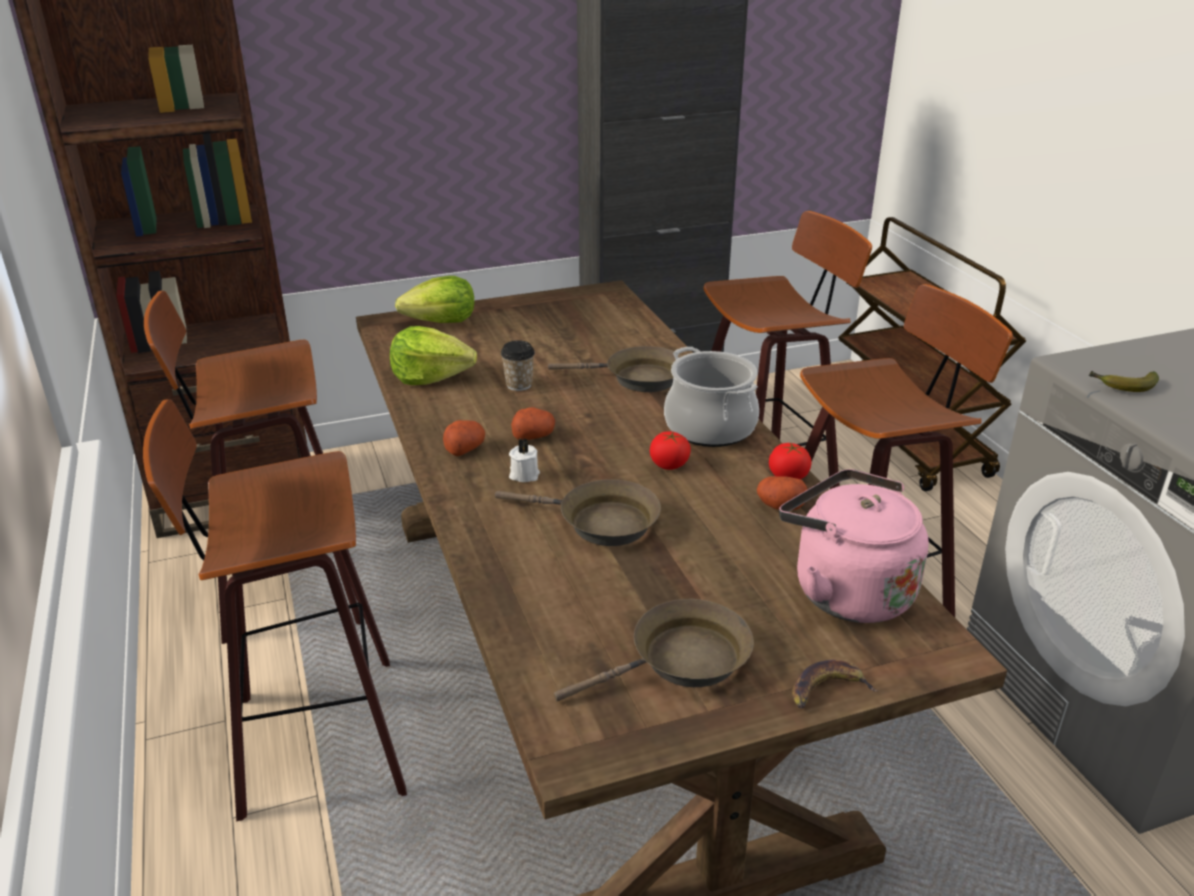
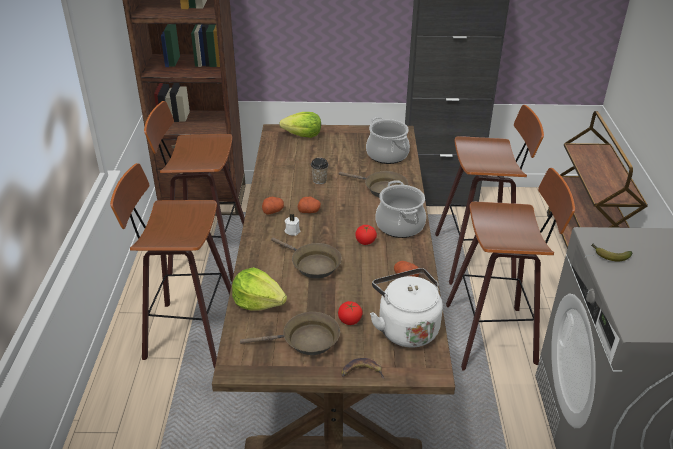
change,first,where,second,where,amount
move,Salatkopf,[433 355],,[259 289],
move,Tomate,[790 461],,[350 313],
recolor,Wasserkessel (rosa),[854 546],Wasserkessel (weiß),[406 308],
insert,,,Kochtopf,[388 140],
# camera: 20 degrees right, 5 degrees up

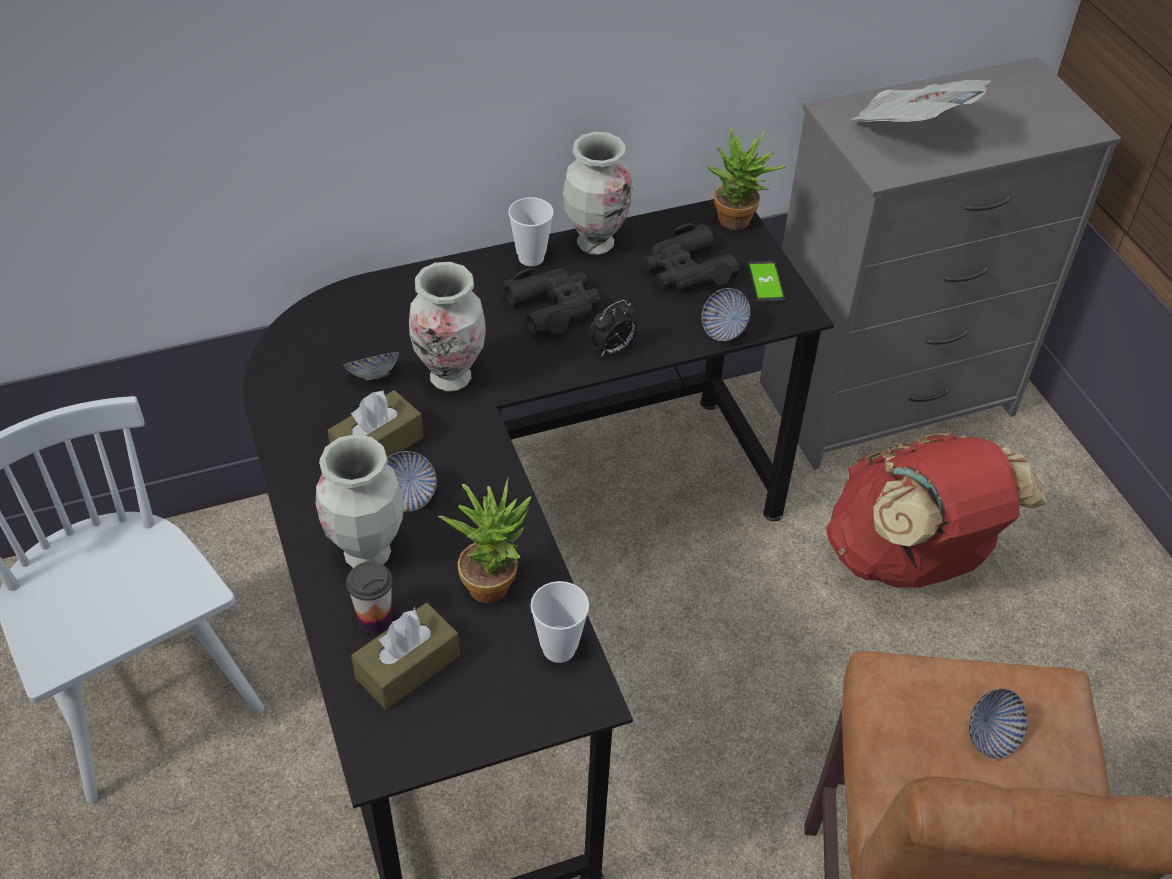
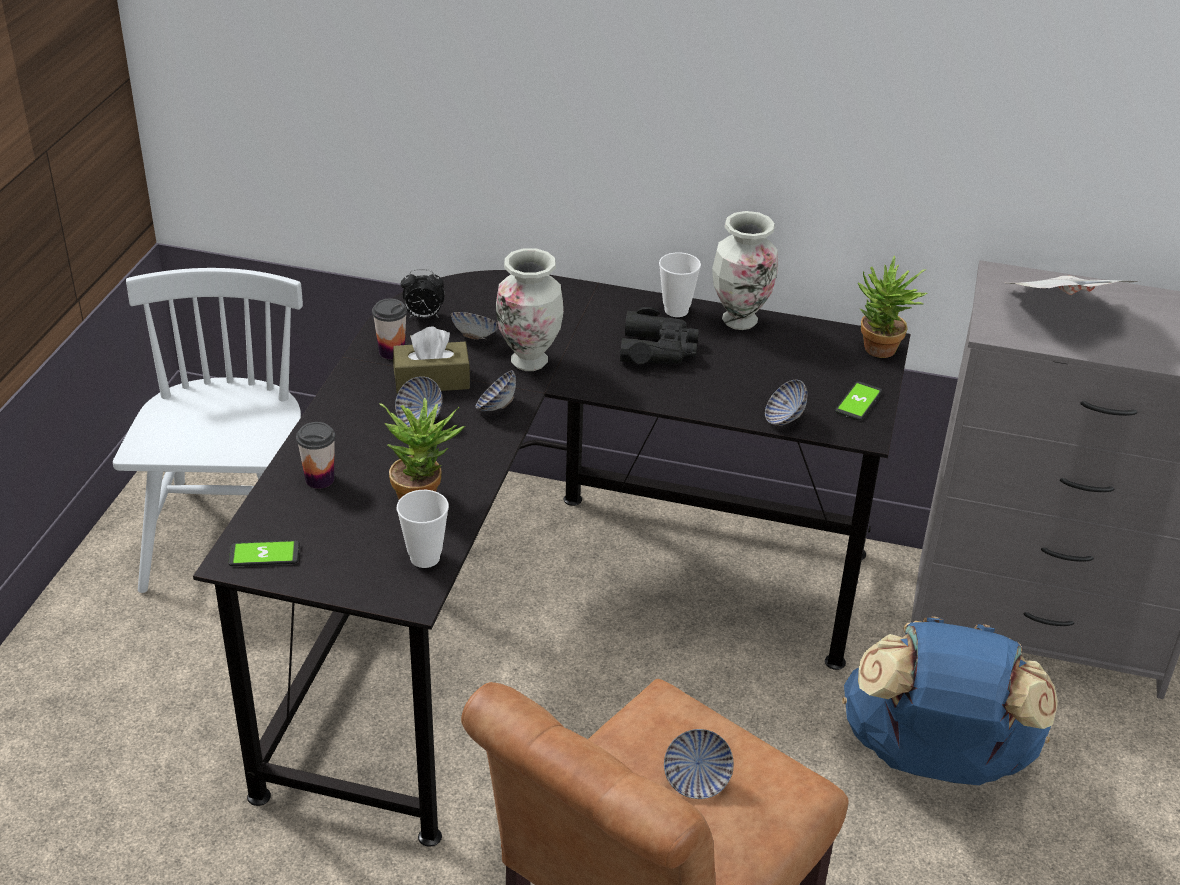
change,first,where,second,where,amount
delete,Fernglas (schwarz),[691 257],,,
move,Wecker,[613 328],,[422 294],
recolor,Rucksack (rot),[936 510],Rucksack (blau),[950 701],
delete,Vase,[360 501],,,
delete,Taschentuchbox (braun),[405 656],,,
insert,,,Tasse,[389 328],
insert,,,Schüssel,[496 390],
insert,,,Handy,[264 553],
# camera: 35 degrees right, 10 degrees down

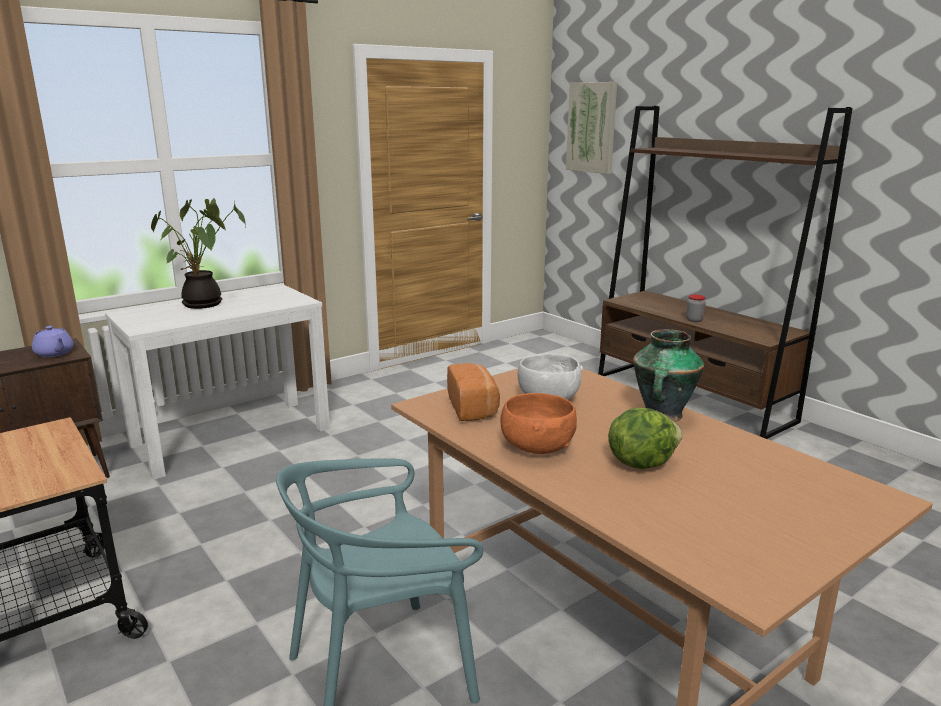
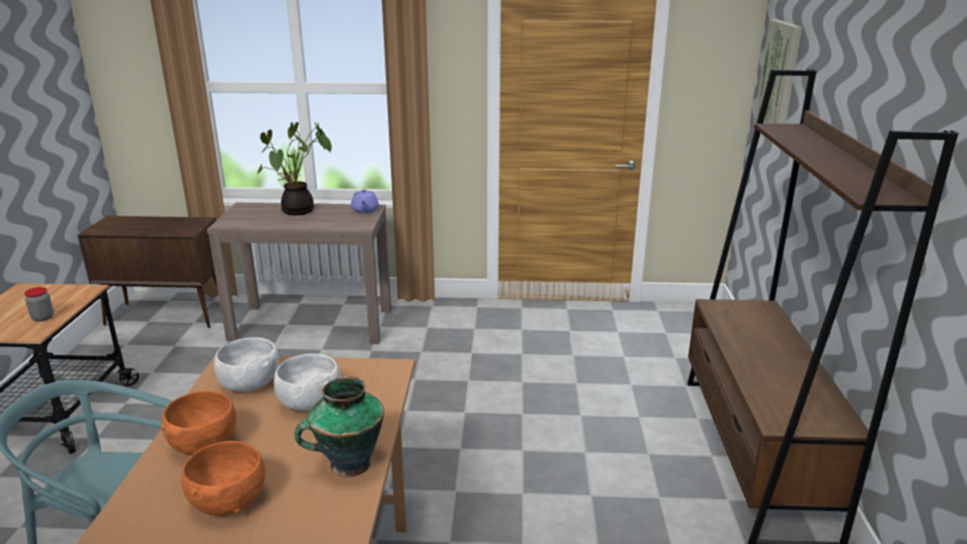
change,first,where,second,where,amount
recolor,Konsolentisch (weiß),[217 382],Konsolentisch (braun),[299 273],
move,Vorratsglas,[696 308],,[39 304],
move,Teekanne (lila),[53 341],,[365 201],
replace,Brot,[473 392],Schüssel (weiß),[246 364],
replace,Salatkopf,[645 438],Schüssel (orange),[223 478],
# camera: 40 degrees right, 5 degrees up

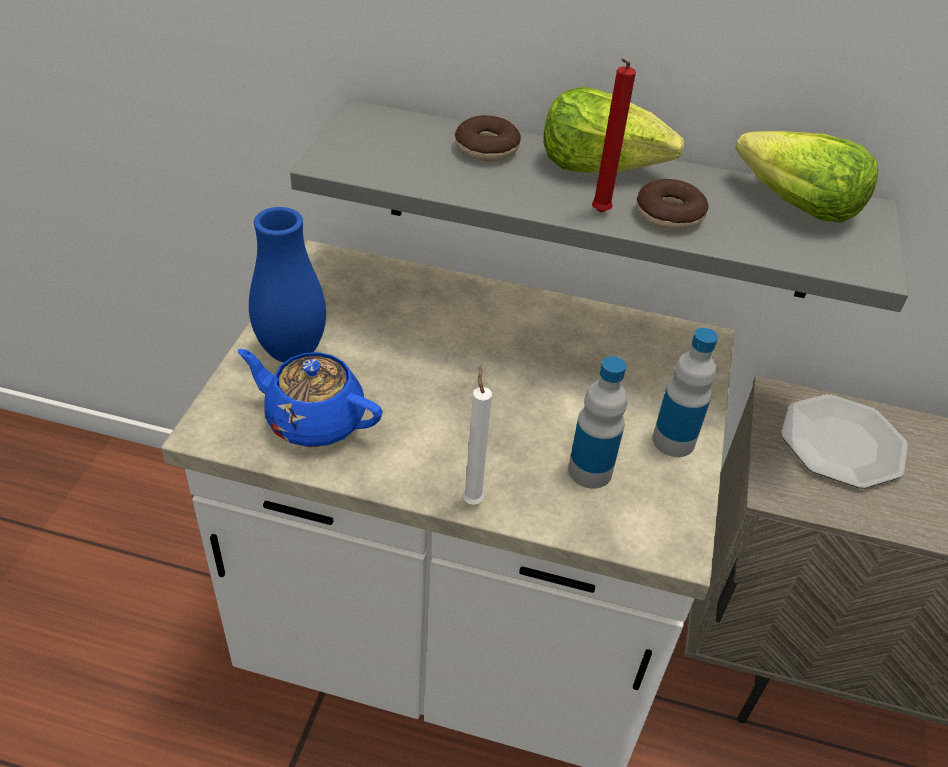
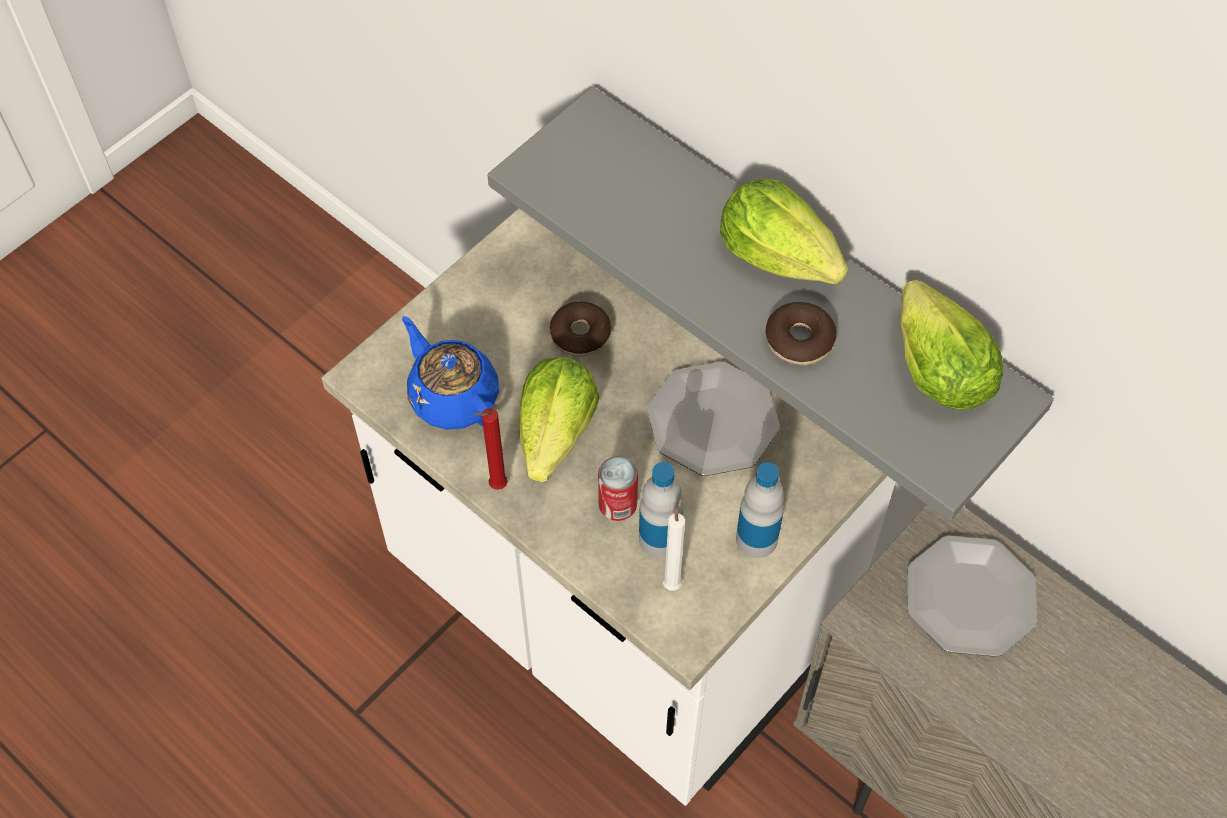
change,first,where,second,where,amount
move,Kerze (rot),[614 135],,[490 449],
move,Donut,[488 138],,[580 329],
delete,Vase (blau),[287 284],,,
move,Kerze (weiß),[477 435],,[674 544],
insert,,,Salatkopf,[559 419],
insert,,,Teller,[713 419],
insert,,,Dose,[618 488],
# camera: 30 degrees right, 15 degrees up

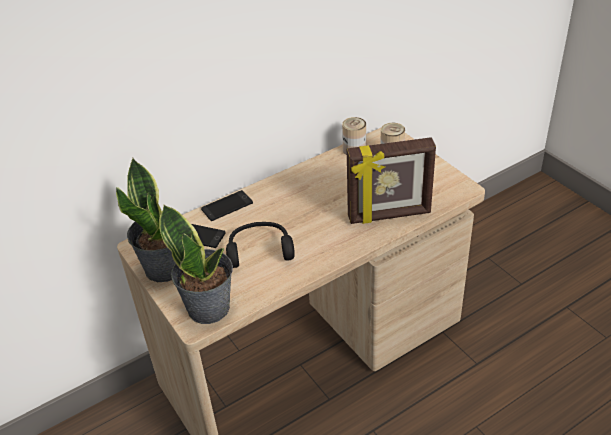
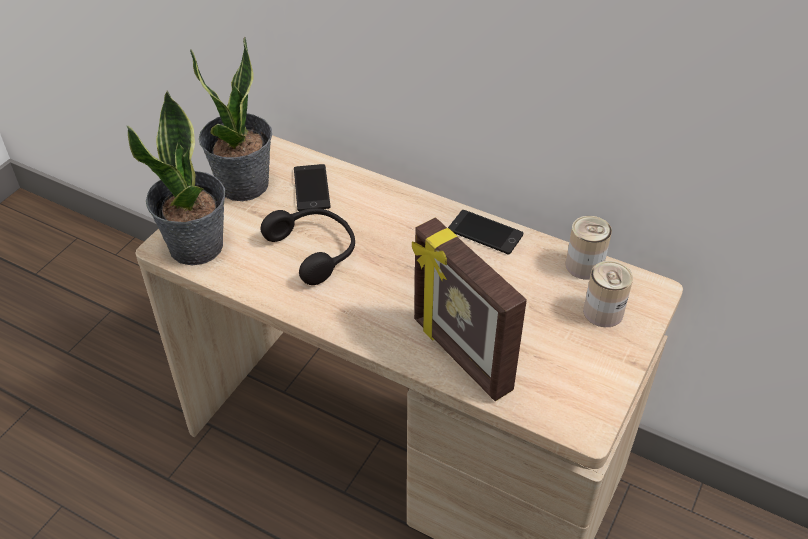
change,first,where,second,where,amount
move,Handy,[227 205],,[485 232],
# camera: 60 degrees right, 5 degrees up

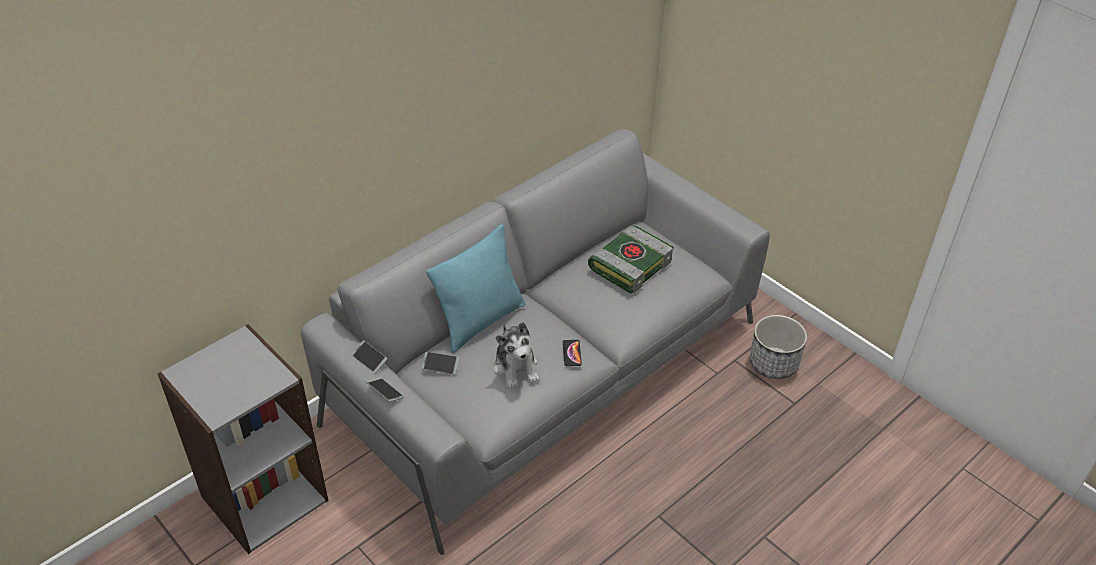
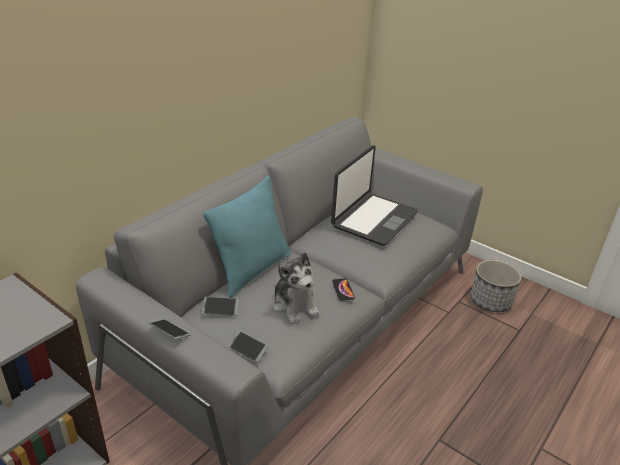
change,first,where,second,where,amount
replace,Buch,[631 259],Laptop,[374 195],
move,Handy,[369 356],,[248 346],
# camera: 10 degrees left, 10 degrees down

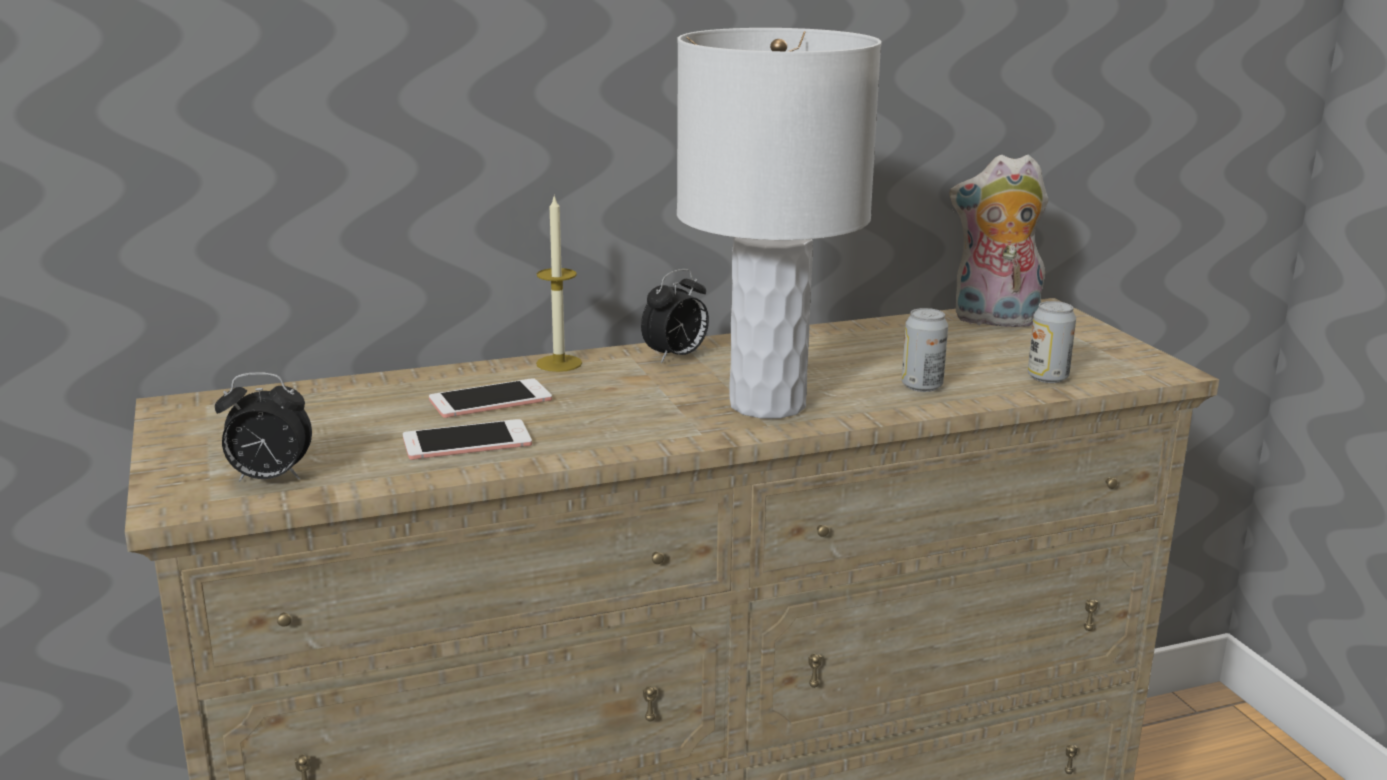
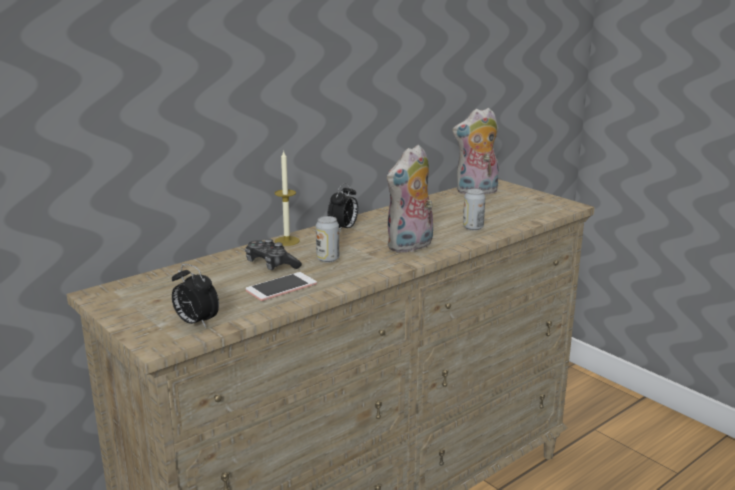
change,first,where,second,where,amount
replace,Tischlampe (weiß),[779 223],Plüschtier,[410 199],
move,Dose,[1052 342],,[327 239],
rotate,Wecker,[263 426],,[195 296],60 degrees clockwise
replace,Handy,[490 398],Gamepad,[273 254],
# camera: 20 degrees left, 0 degrees up

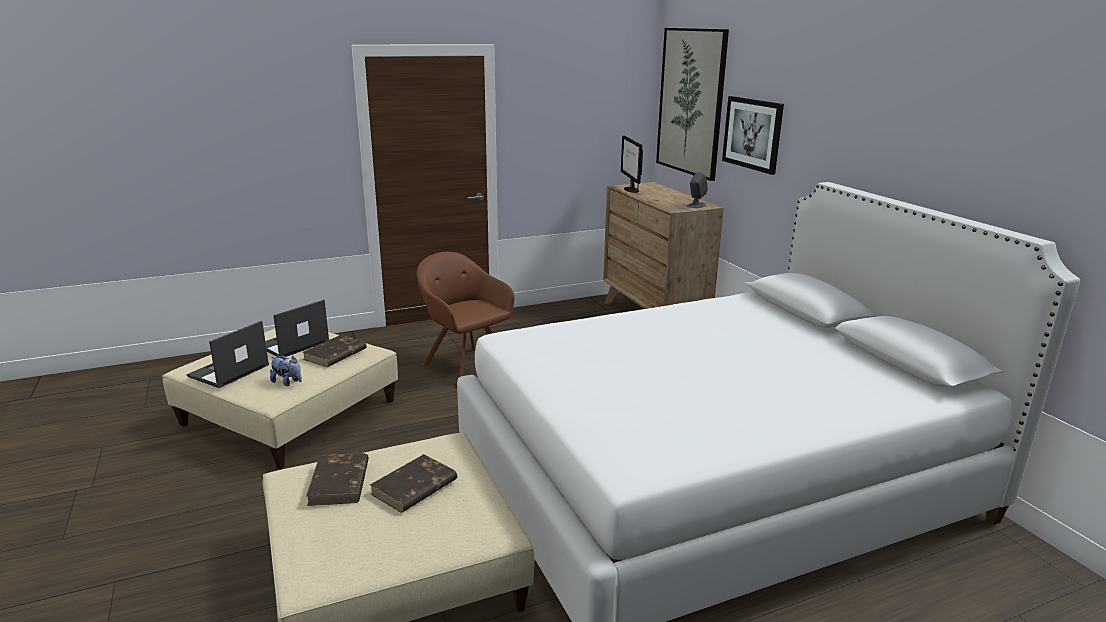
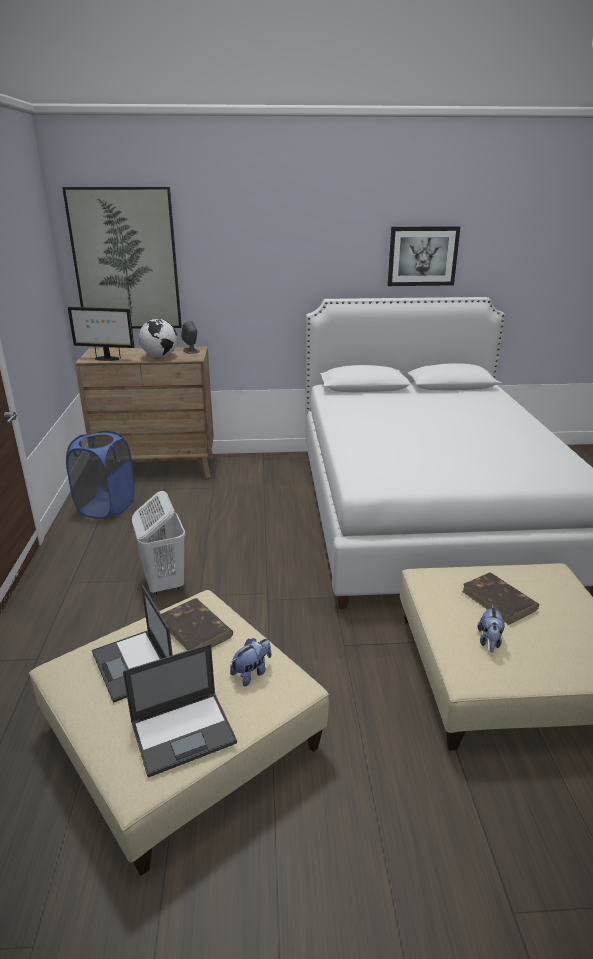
change,first,where,second,where,amount
move,Bild,[753 135],,[424 256],
replace,Sessel (braun),[466 314],Wäschekorb (weiß),[158 543],
rotate,Laptop,[227 354],,[180 711],75 degrees counterclockwise
replace,Buch (braun),[337 479],Plüschtier,[491 628],
insert,,,Globus,[158 338],
insert,,,Wäschekorb (blau),[100 475],
# camera: 70 degrees left, 5 degrees up

